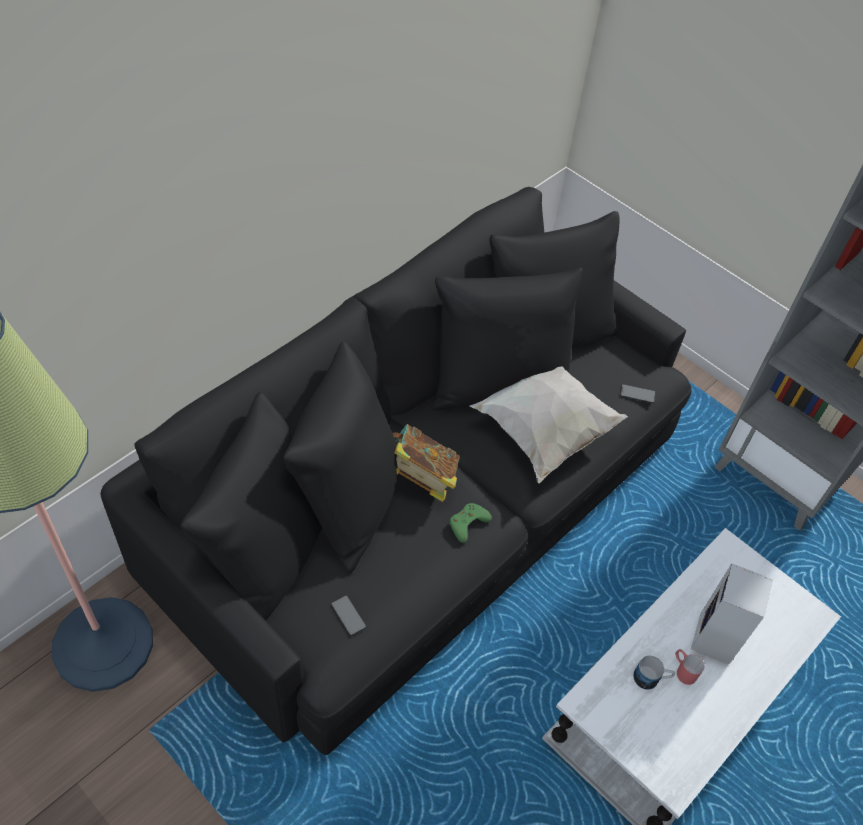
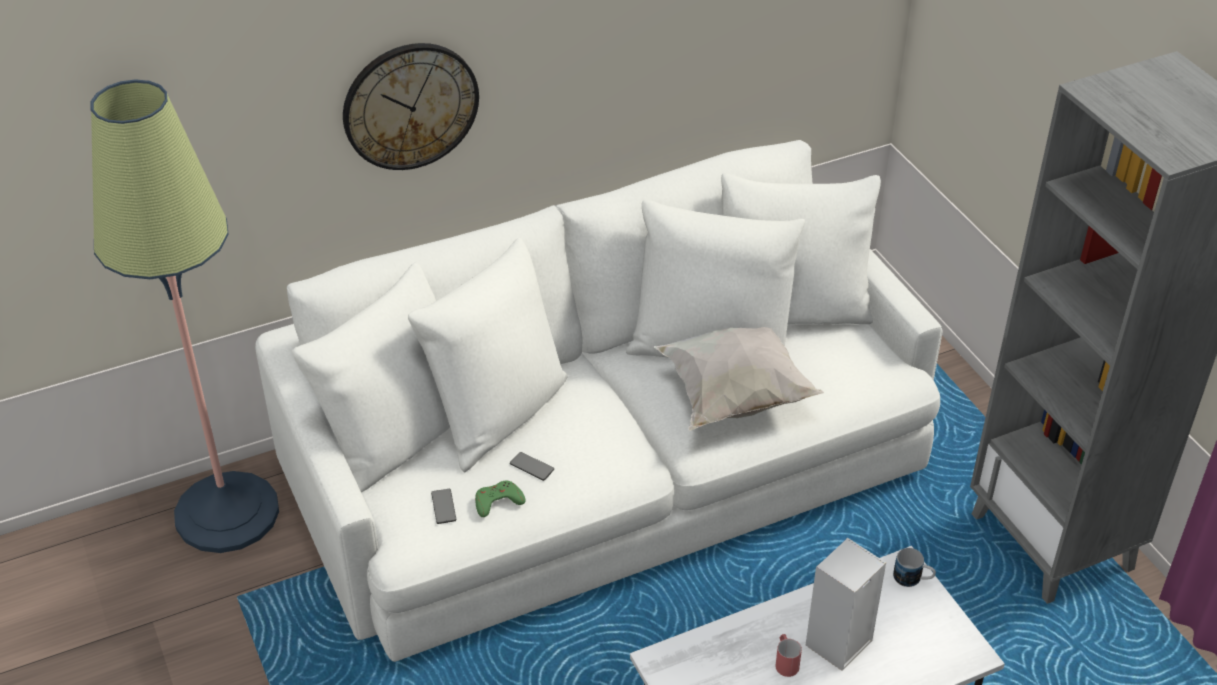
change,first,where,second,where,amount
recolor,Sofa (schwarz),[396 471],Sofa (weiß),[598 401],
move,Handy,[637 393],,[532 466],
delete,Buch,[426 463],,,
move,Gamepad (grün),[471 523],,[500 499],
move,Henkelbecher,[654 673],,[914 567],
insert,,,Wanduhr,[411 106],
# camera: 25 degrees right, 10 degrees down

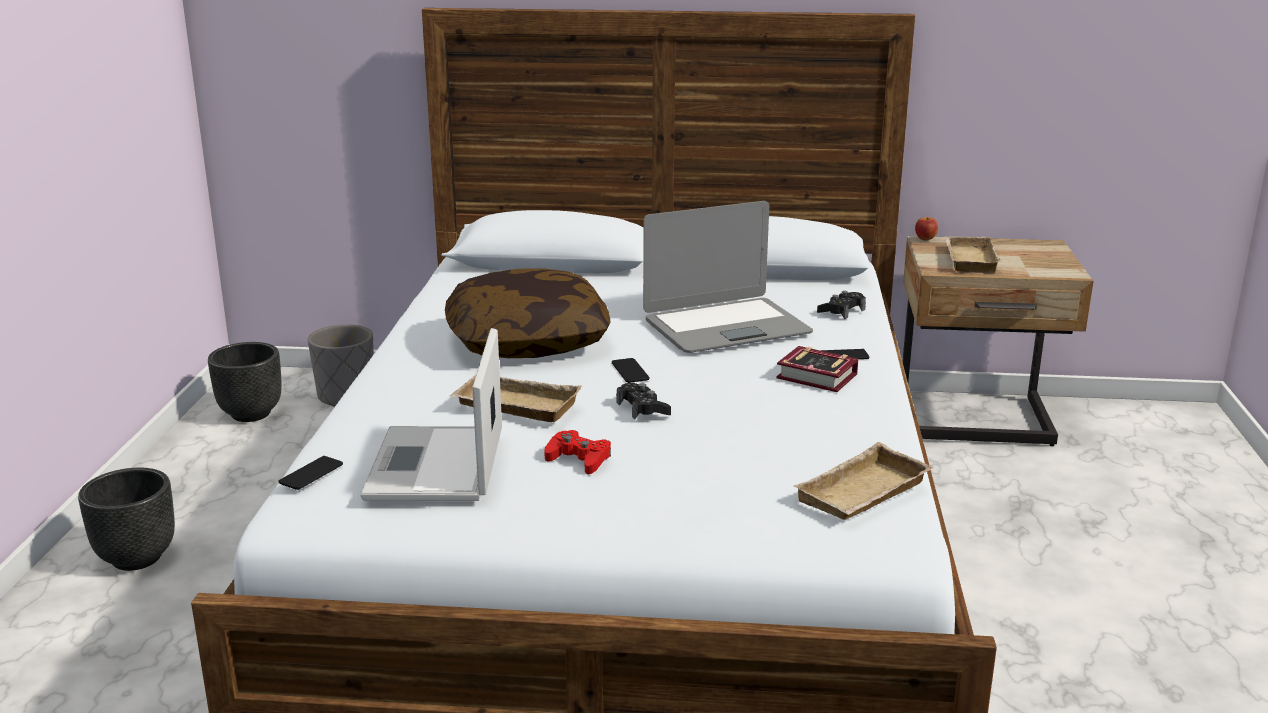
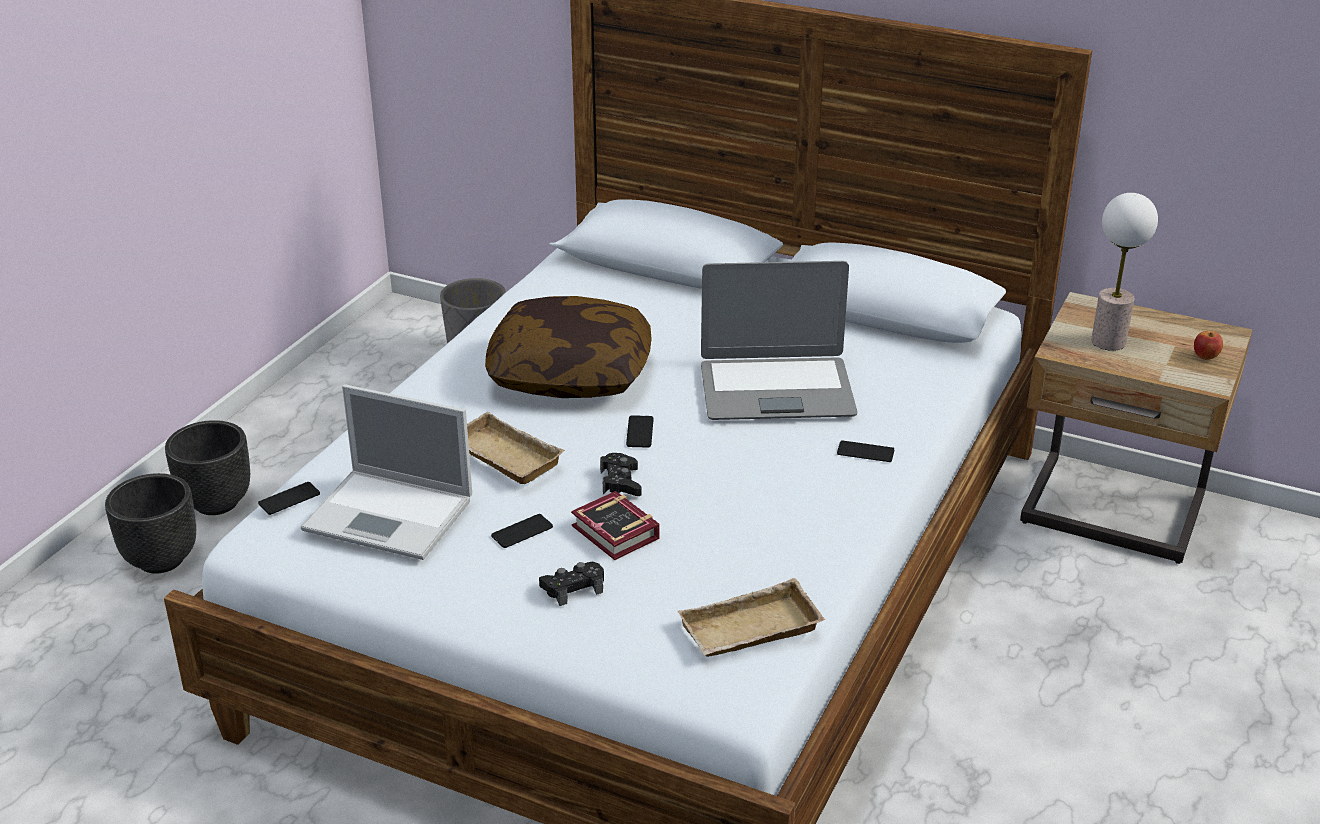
change,first,where,second,where,amount
move,Apfel,[926 229],,[1208 345],
replace,Tablett (beige),[973 254],Tischlampe,[1124 272],
move,Gamepad (schwarz),[841 305],,[571 584],
rotate,Laptop,[431 414],,[386 472],90 degrees counterclockwise
move,Pflanzkübel (schwarz),[245 382],,[150 523],
move,Buch,[817 369],,[615 525],
replace,Gamepad (rot),[577 452],Handy,[522 531],
# camera: 20 degrees right, 10 degrees up

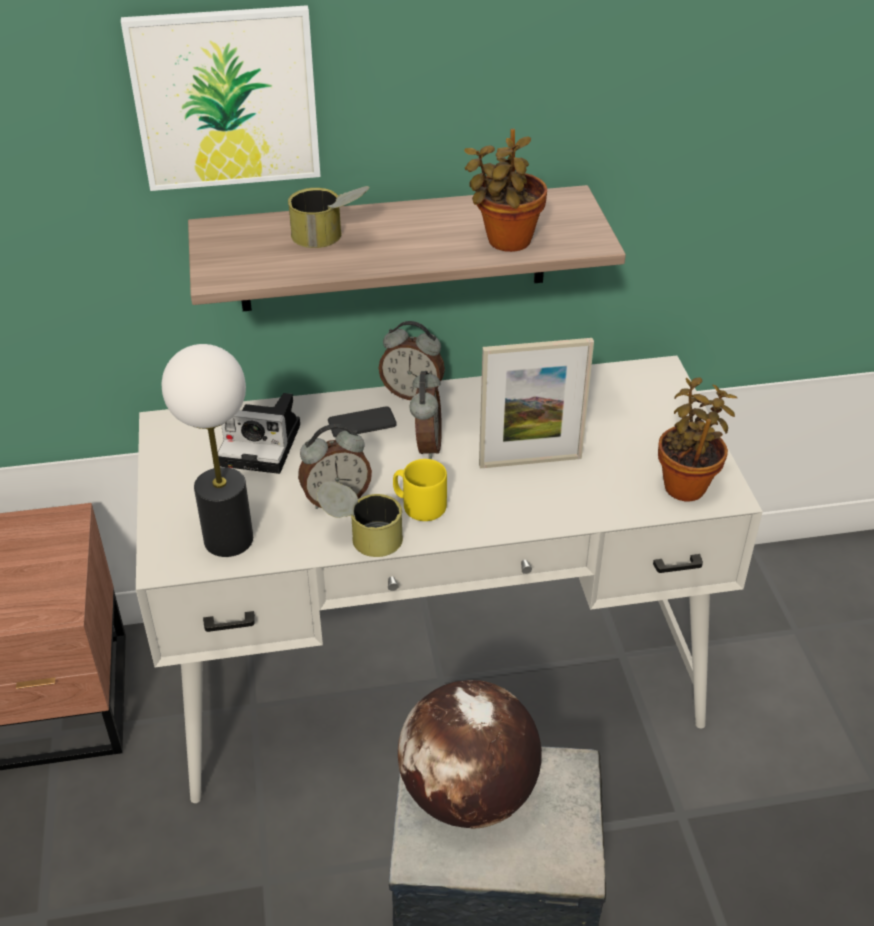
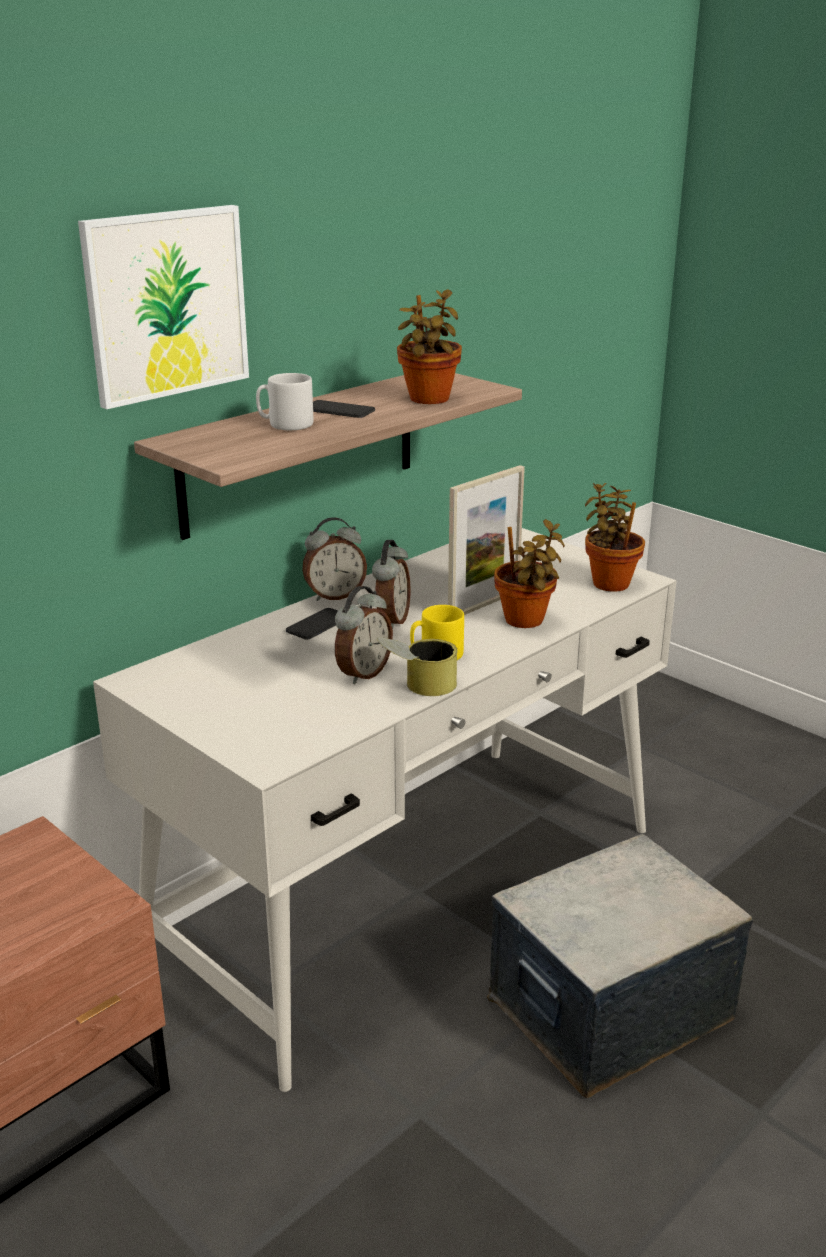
change,first,where,second,where,amount
replace,Dose,[328 217],Henkelbecher (grau),[284 401],
delete,Tischlampe,[207 450],,,
rotate,Wecker,[425 415],,[391 585],45 degrees clockwise
delete,Kamera,[259 433],,,
delete,Globus,[470 754],,,
insert,,,Handy,[344 409],
insert,,,Topfpflanze,[529 573],
# camera: 35 degrees left, 15 degrees down

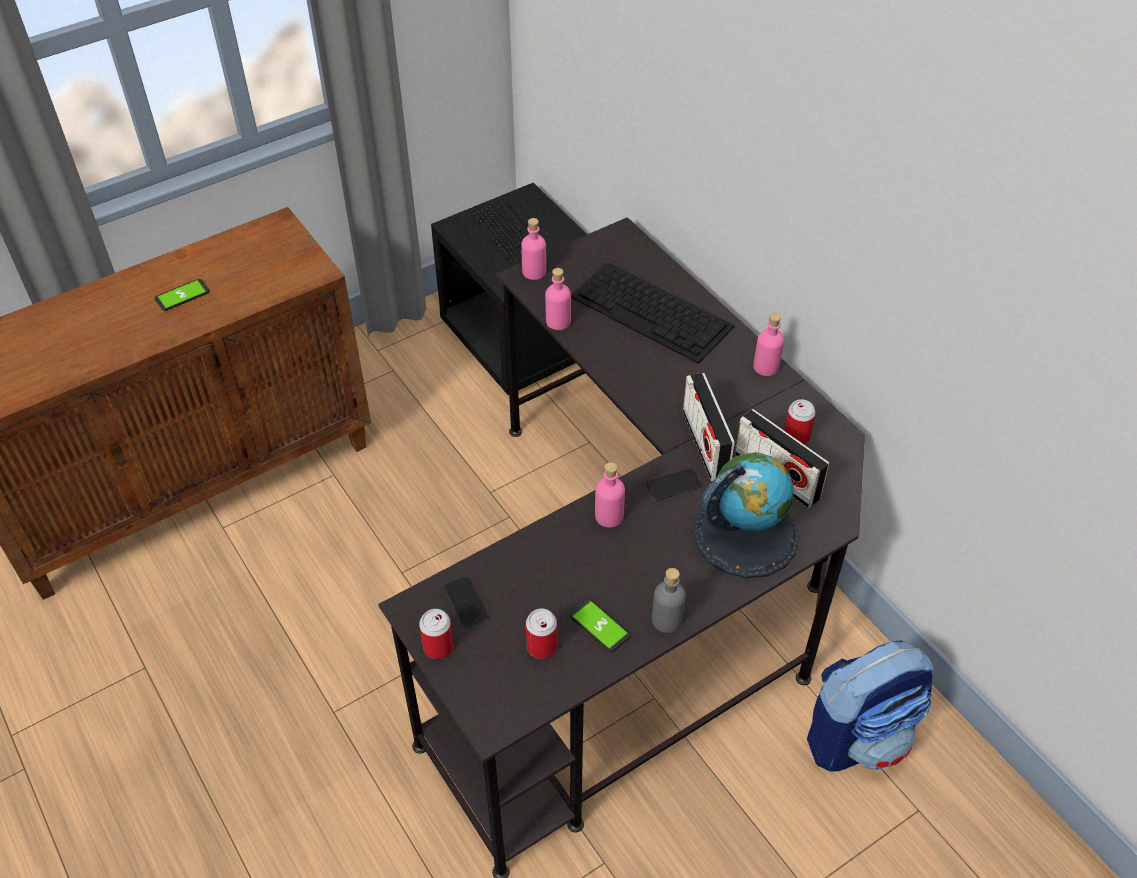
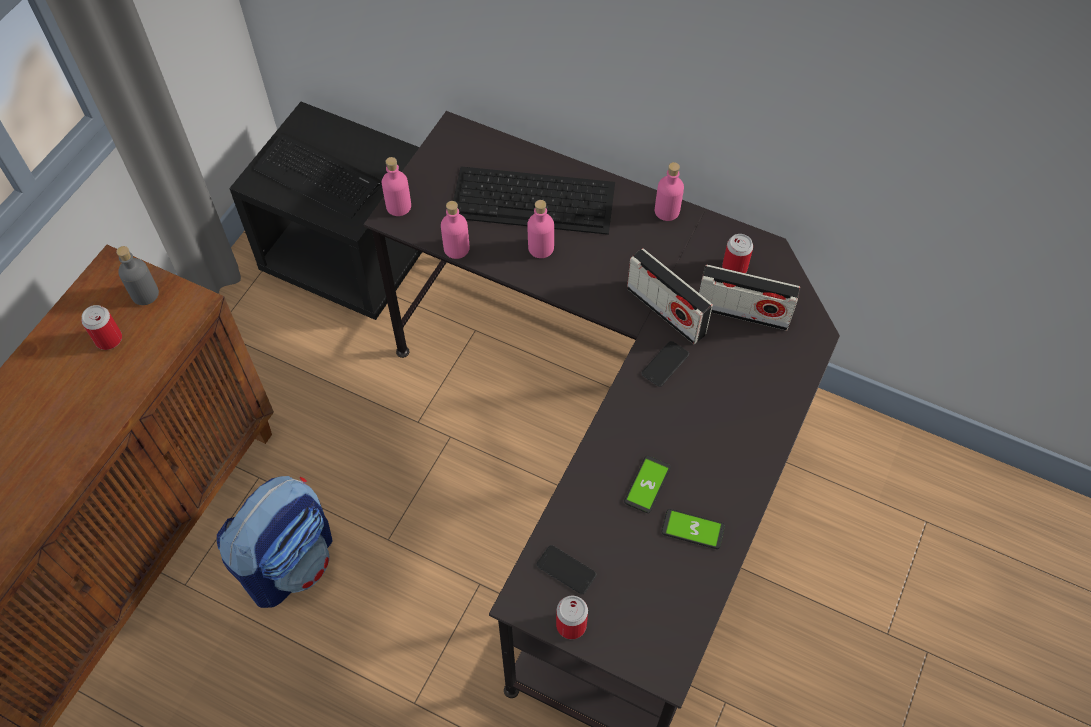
change,first,where,second,where,amount
move,Handy,[182 295],,[647 484],
delete,Globus,[746 515],,,
move,Flasche (rosa),[610 495],,[541 229],
move,Flasche (grau),[669 600],,[137 275],
move,Dose,[541 633],,[101 327],
move,Rucksack,[870 706],,[275 542],
# camera: 30 degrees left, 10 degrees up

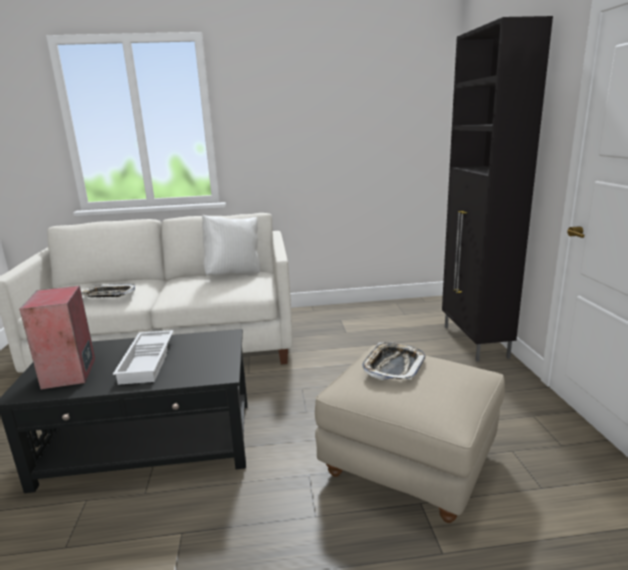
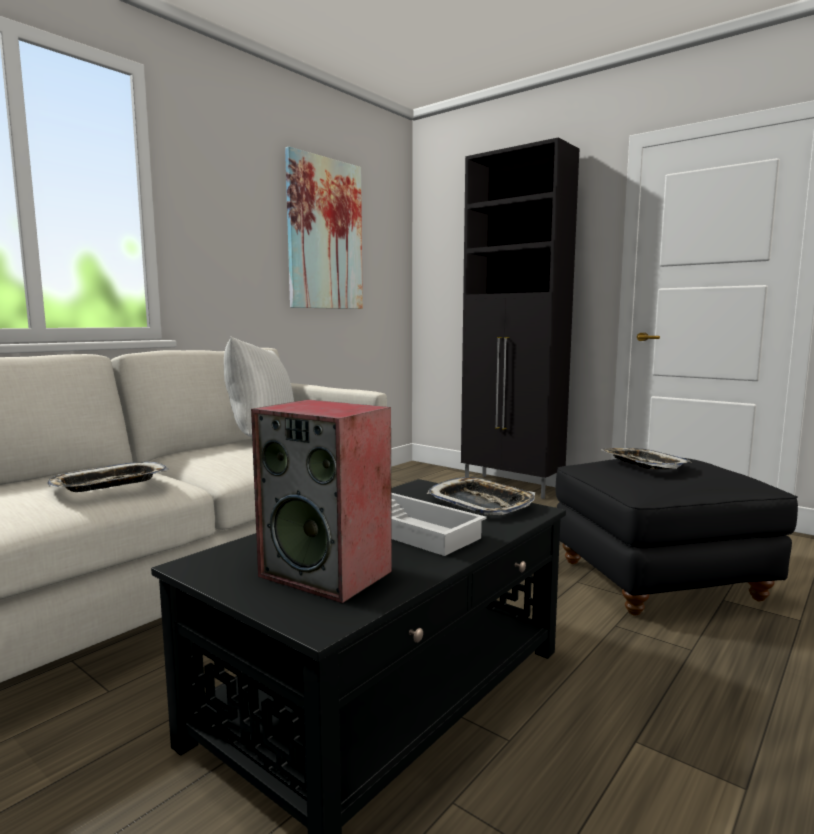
change,first,where,second,where,amount
recolor,Polsterhocker (beige),[410 434],Polsterhocker (schwarz),[677 537],
insert,,,Bild,[324 228],
insert,,,Tablett,[481 496],
# camera: 45 degrees left, 10 degrees down

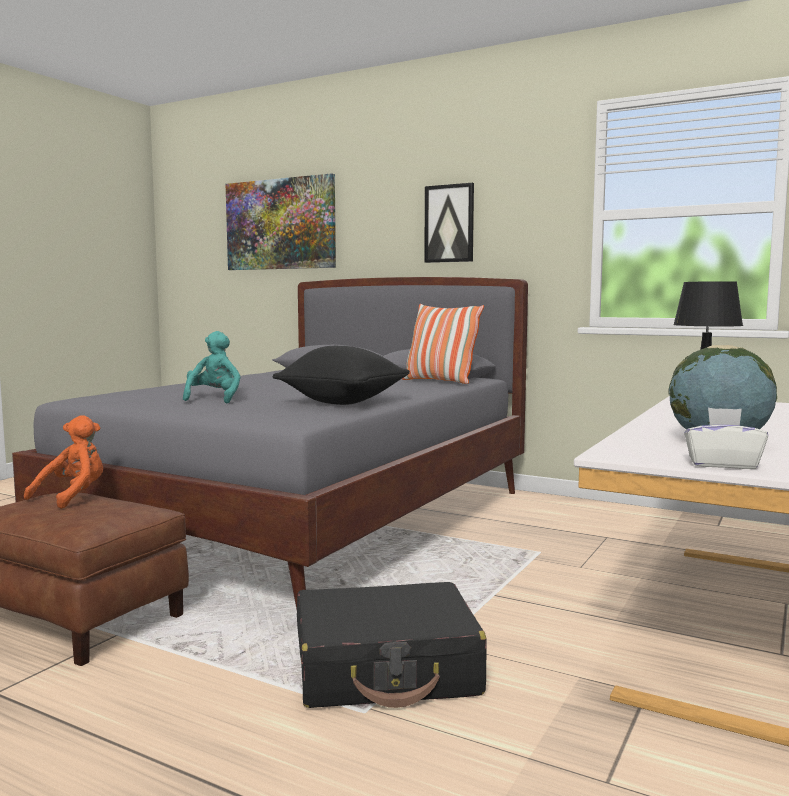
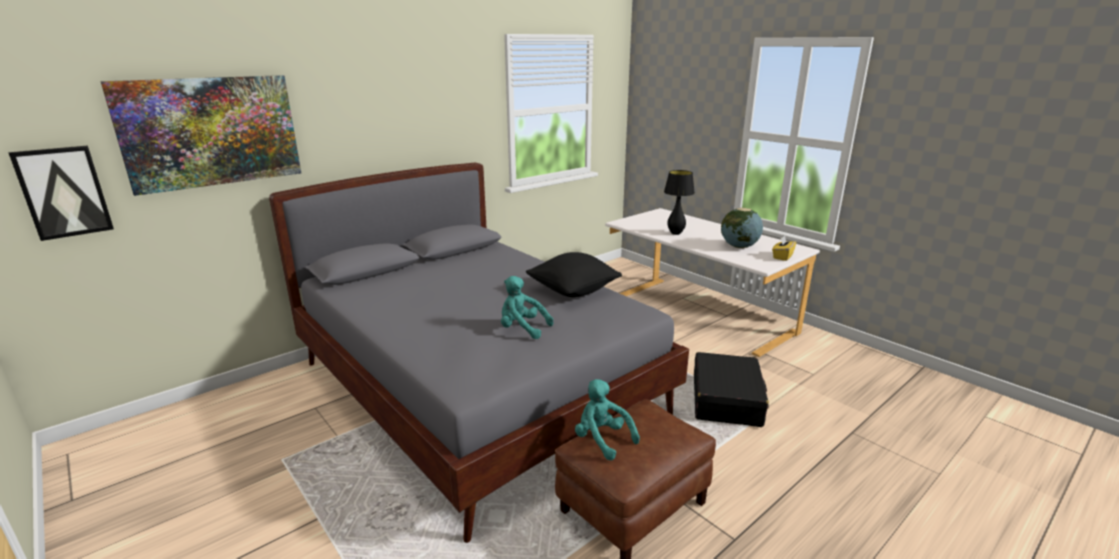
change,first,where,second,where,amount
move,Bild,[449 223],,[61 193],
delete,Kissen,[443 344],,,
recolor,Taschentuchbox (weiß),[726 438],Taschentuchbox (gelb),[784 248],
recolor,Plüschtier (orange),[63 462],Plüschtier (türkis),[607 419],
# camera: 70 degrees left, 15 degrees up

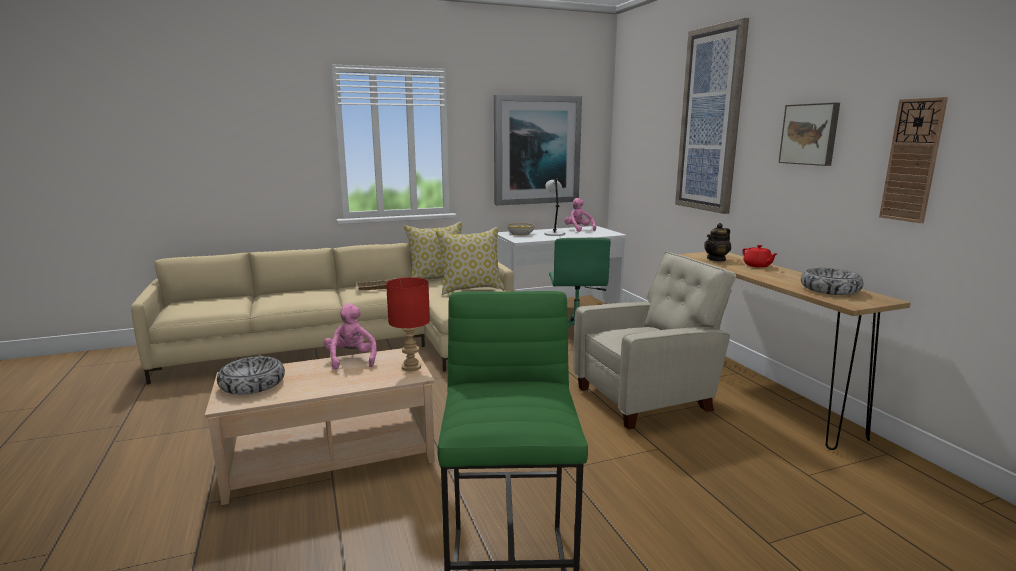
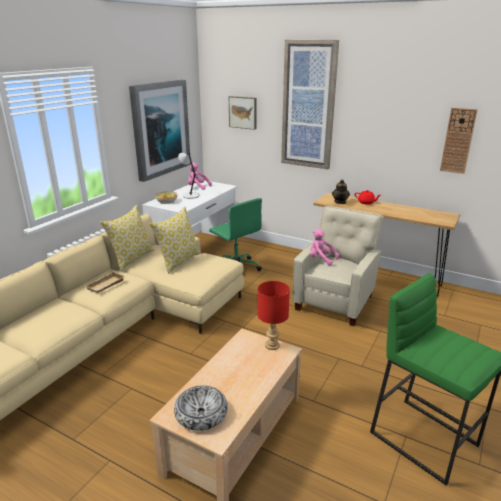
change,first,where,second,where,amount
move,Bild,[809 134],,[243 113],
delete,Schüssel,[832 281],,,
move,Plüschtier (rosa),[350 336],,[324 247],
# camera: 40 degrees left, 10 degrees up

